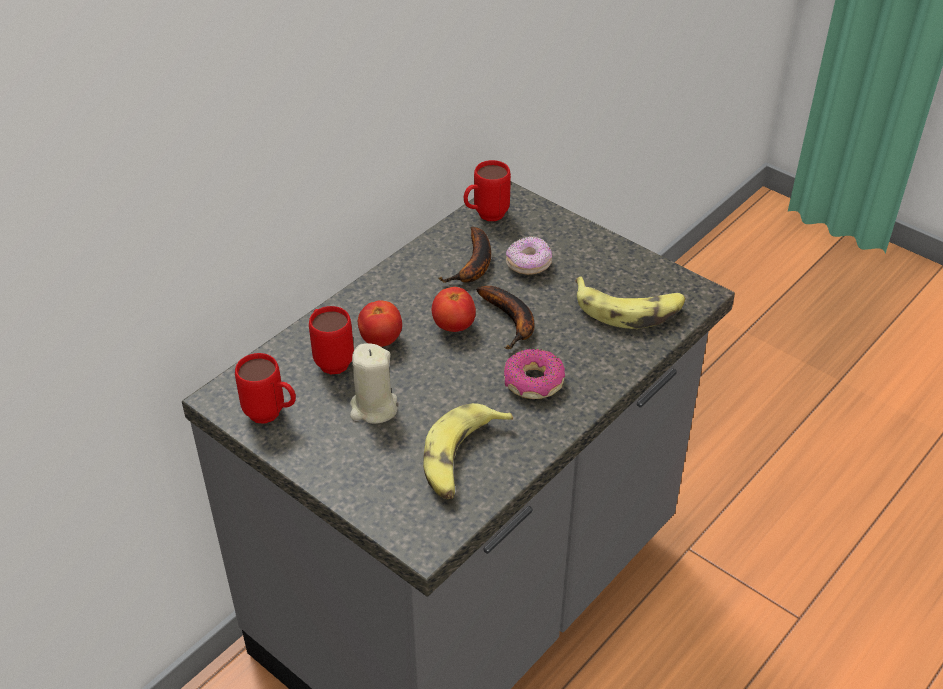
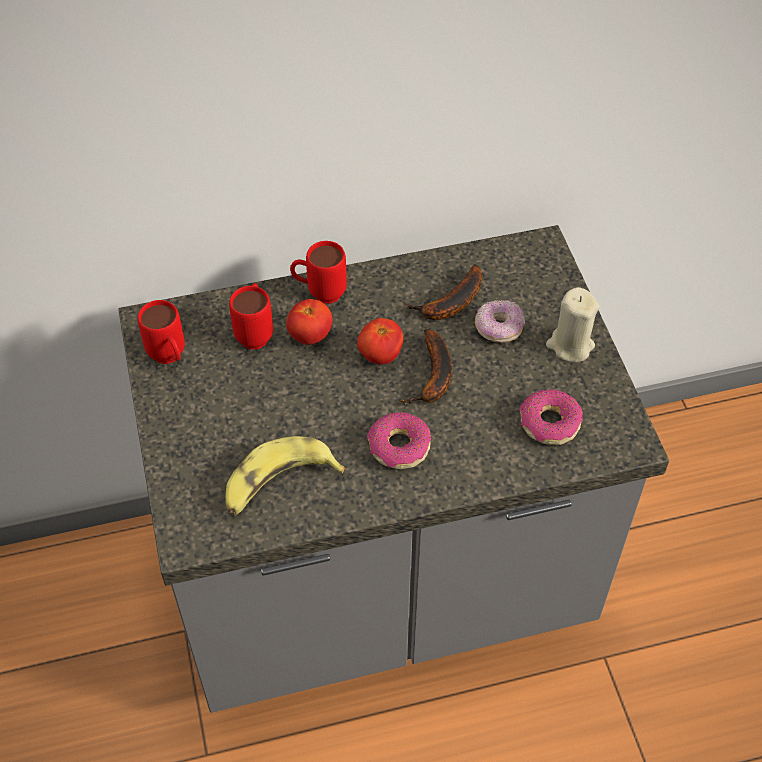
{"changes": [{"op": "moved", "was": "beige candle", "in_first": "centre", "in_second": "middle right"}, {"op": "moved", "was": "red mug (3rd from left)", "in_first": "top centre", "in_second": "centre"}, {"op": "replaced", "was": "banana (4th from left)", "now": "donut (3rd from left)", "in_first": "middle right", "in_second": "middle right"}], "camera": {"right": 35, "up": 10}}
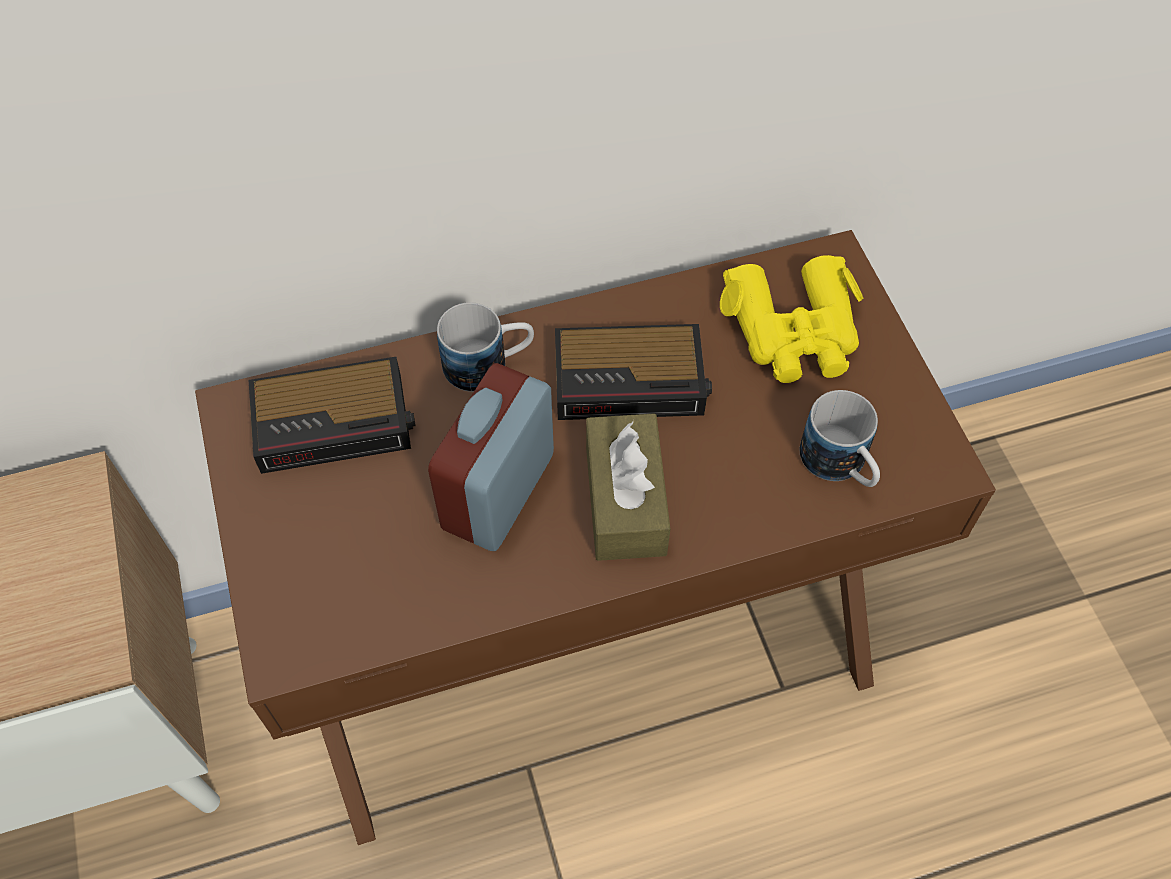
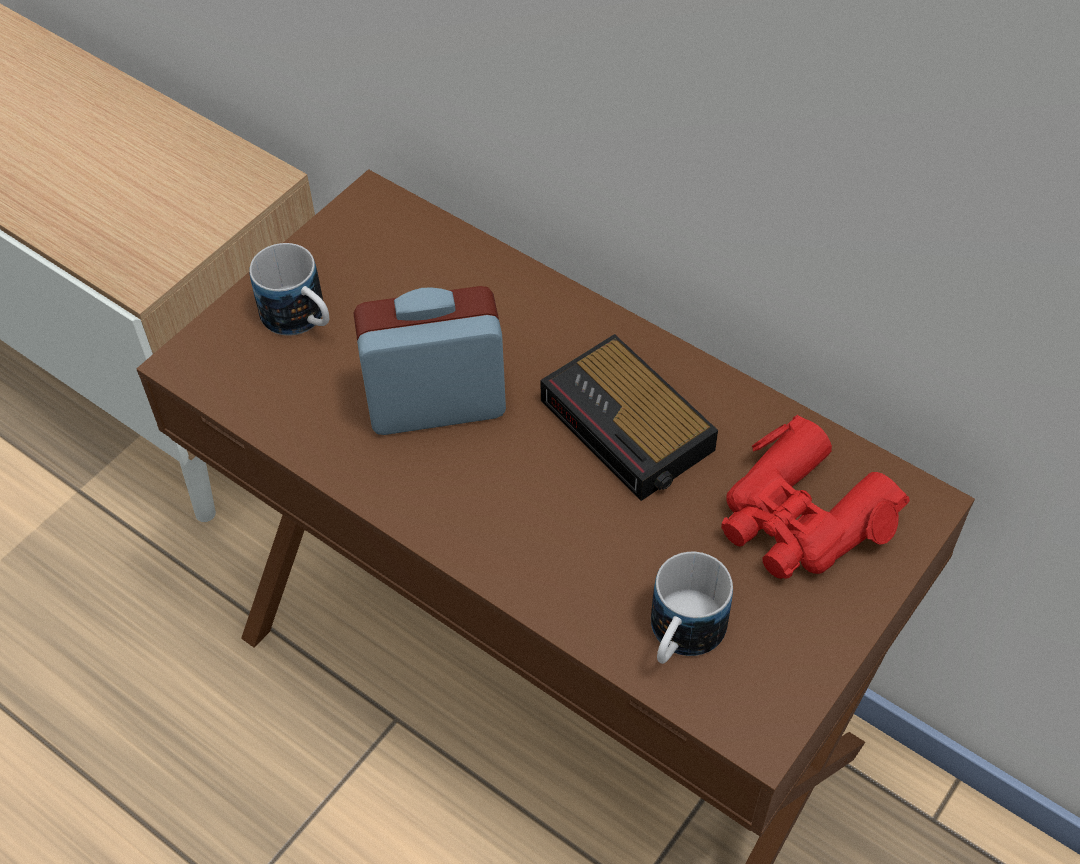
{"changes": [{"op": "removed", "was": "alarm clock (1st from left)", "in_first": "middle left"}, {"op": "moved", "was": "mug (1st from left)", "in_first": "centre", "in_second": "middle left"}, {"op": "removed", "was": "brown tissue box", "in_first": "centre"}, {"op": "recoloured", "was": "yellow binoculars", "now": "red binoculars", "in_first": "middle right", "in_second": "middle right"}], "camera": {"right": 55, "up": -5}}
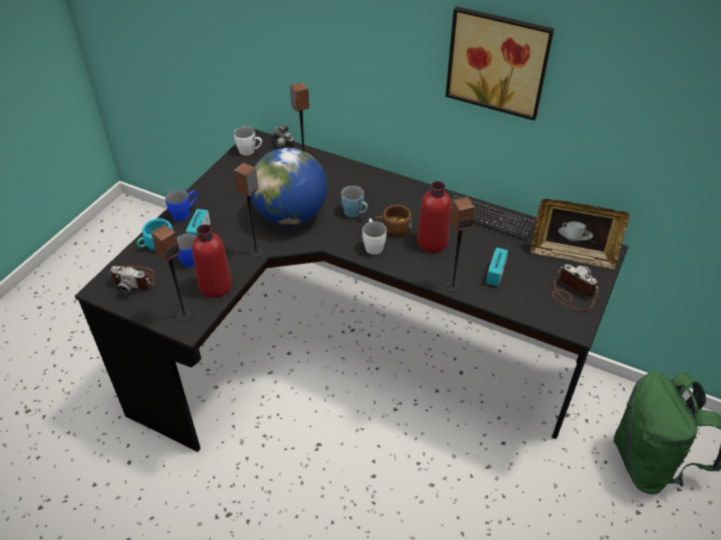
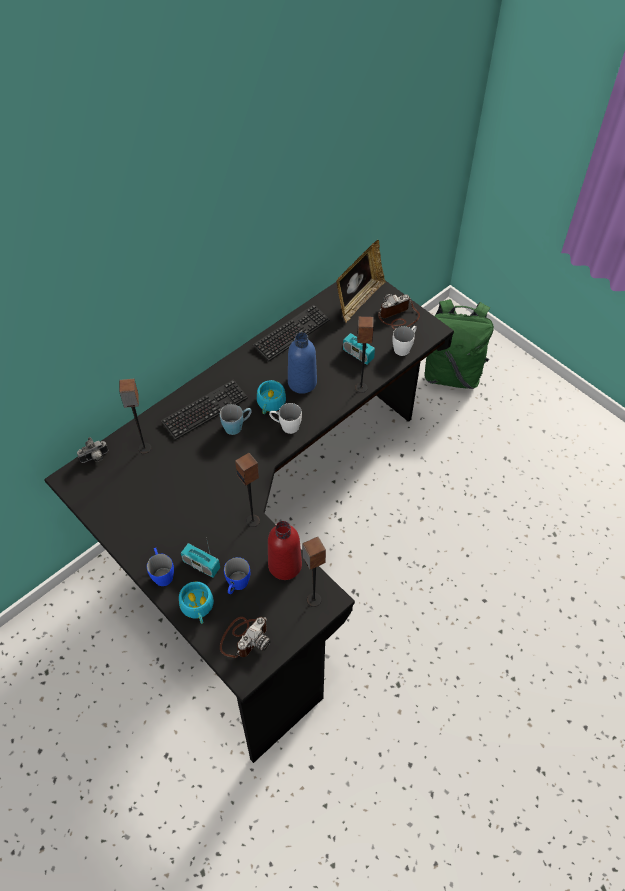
{"changes": [{"op": "moved", "was": "white mug (1st from left in the first image)", "now": "white mug (2nd from left)", "in_first": "top centre", "in_second": "centre"}, {"op": "removed", "was": "globe", "in_first": "centre"}, {"op": "recoloured", "was": "brown cup", "now": "turquoise cup (2nd from left)", "in_first": "centre", "in_second": "centre"}, {"op": "recoloured", "was": "red bottle (2nd from left)", "now": "blue bottle", "in_first": "centre", "in_second": "centre"}, {"op": "removed", "was": "picture", "in_first": "top right"}, {"op": "added", "now": "keyboard (1st from left)", "in_second": "middle left"}], "camera": {"right": -70, "up": 10}}
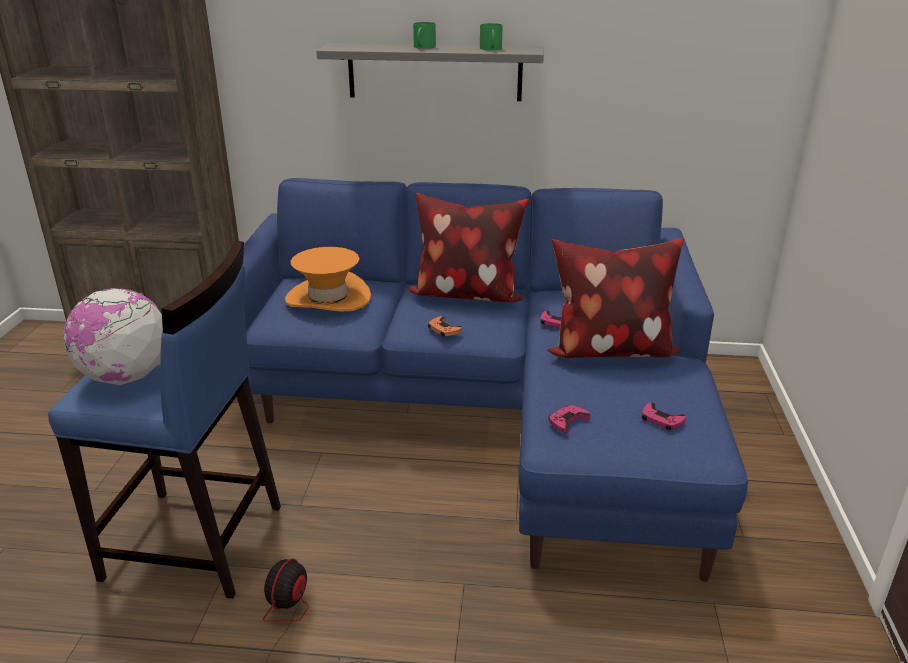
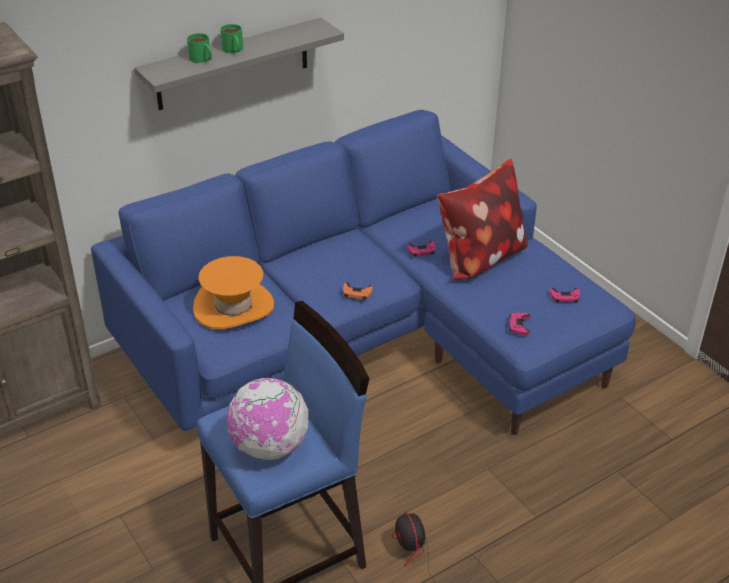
{"changes": [{"op": "removed", "was": "pillow (1st from left)", "in_first": "centre"}, {"op": "moved", "was": "green mug (2nd from left in the first image)", "now": "green mug (1st from left)", "in_first": "top centre", "in_second": "top left"}], "camera": {"right": -40, "up": 10}}
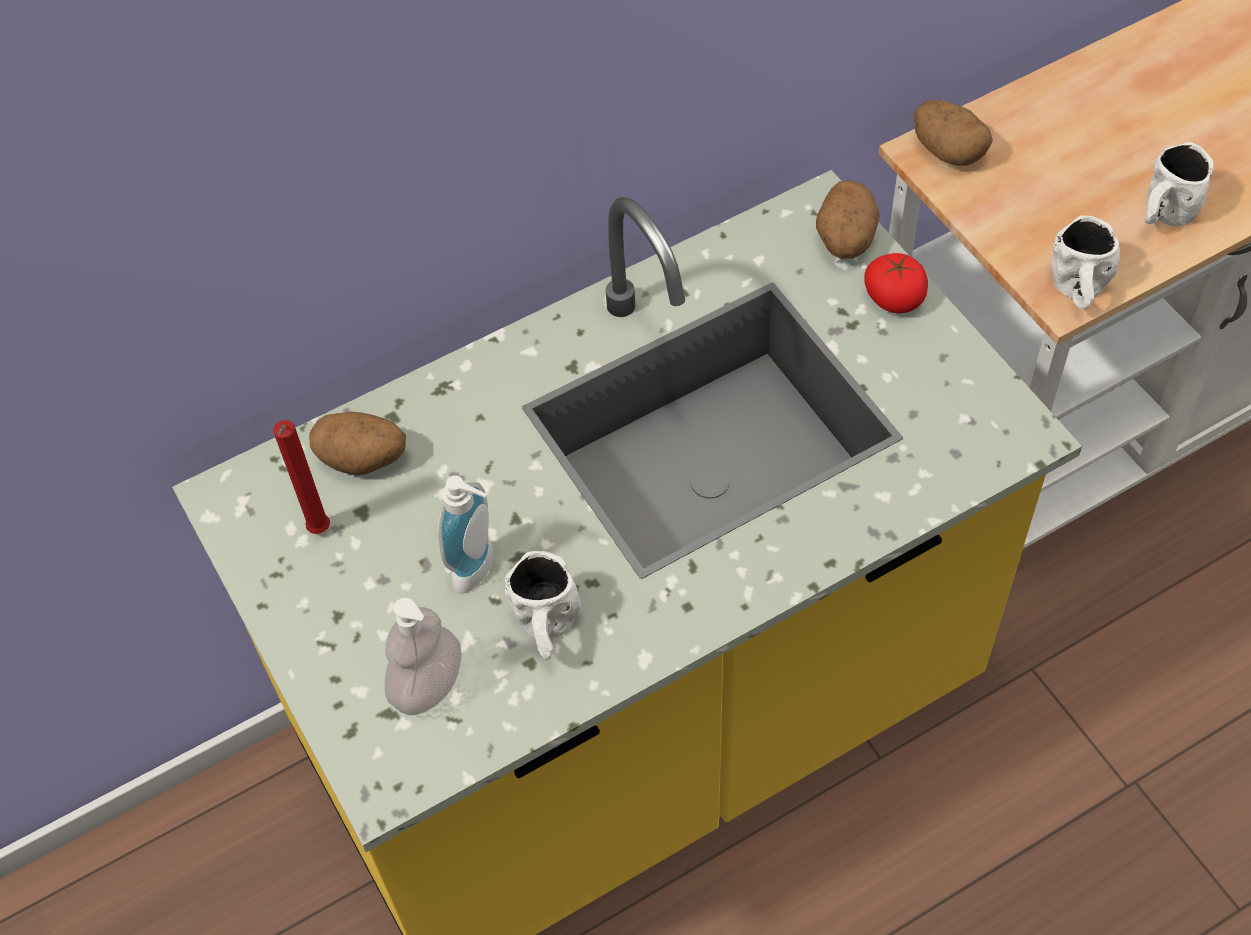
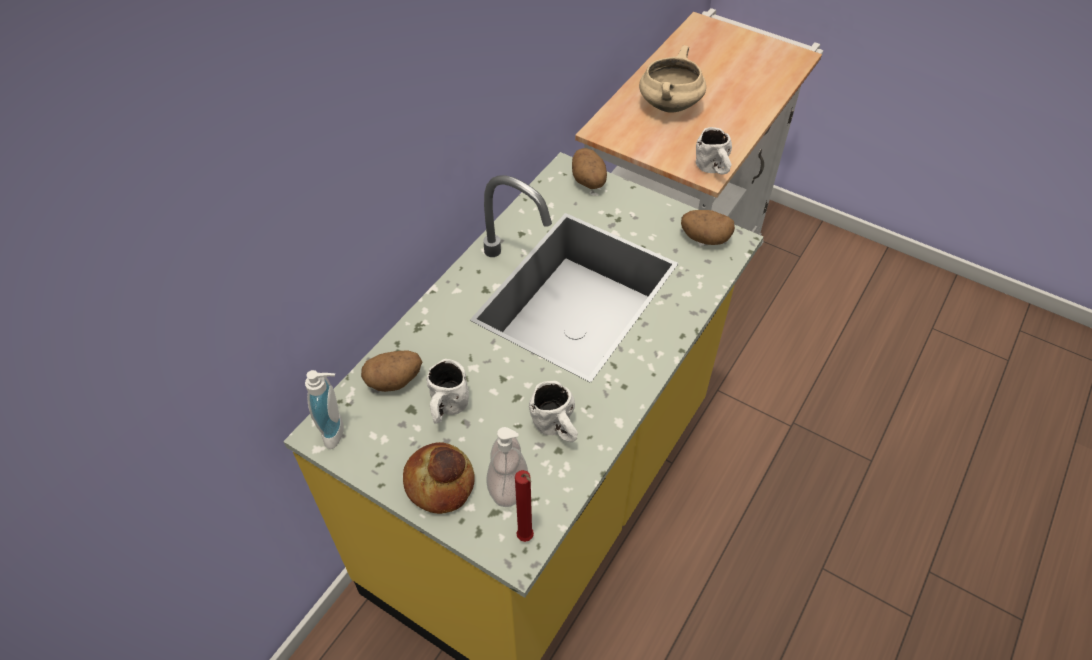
{"changes": [{"op": "moved", "was": "red candle", "in_first": "middle left", "in_second": "bottom centre"}, {"op": "moved", "was": "soap dispenser (2nd from left in the first image)", "now": "soap dispenser (1st from left)", "in_first": "centre", "in_second": "middle left"}, {"op": "removed", "was": "tomato", "in_first": "top right"}, {"op": "moved", "was": "potato (3rd from left)", "in_first": "top right", "in_second": "centre"}, {"op": "moved", "was": "white mug (3rd from left in the first image)", "now": "white mug (1st from left)", "in_first": "top right", "in_second": "centre"}, {"op": "added", "now": "bread", "in_second": "bottom centre"}, {"op": "added", "now": "beige cooking pot", "in_second": "top centre"}], "camera": {"right": -30, "up": -5}}
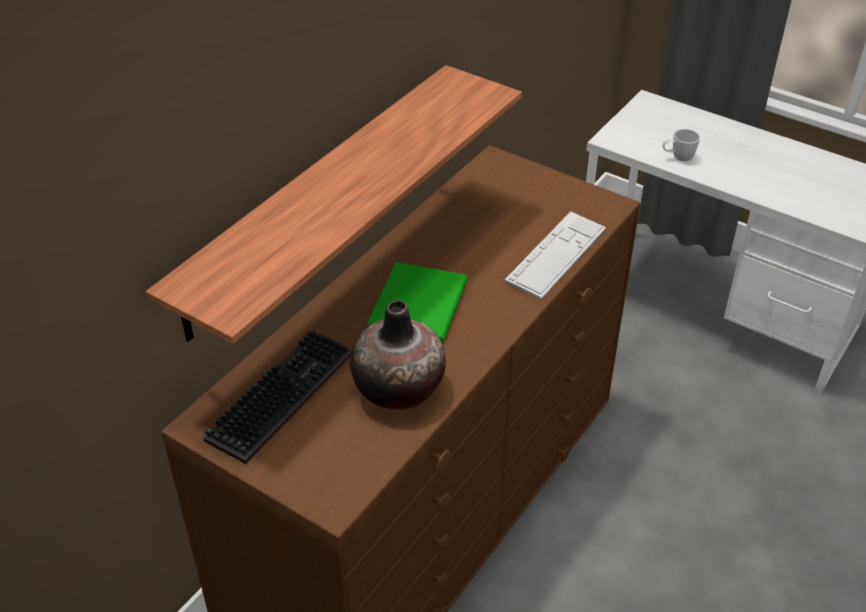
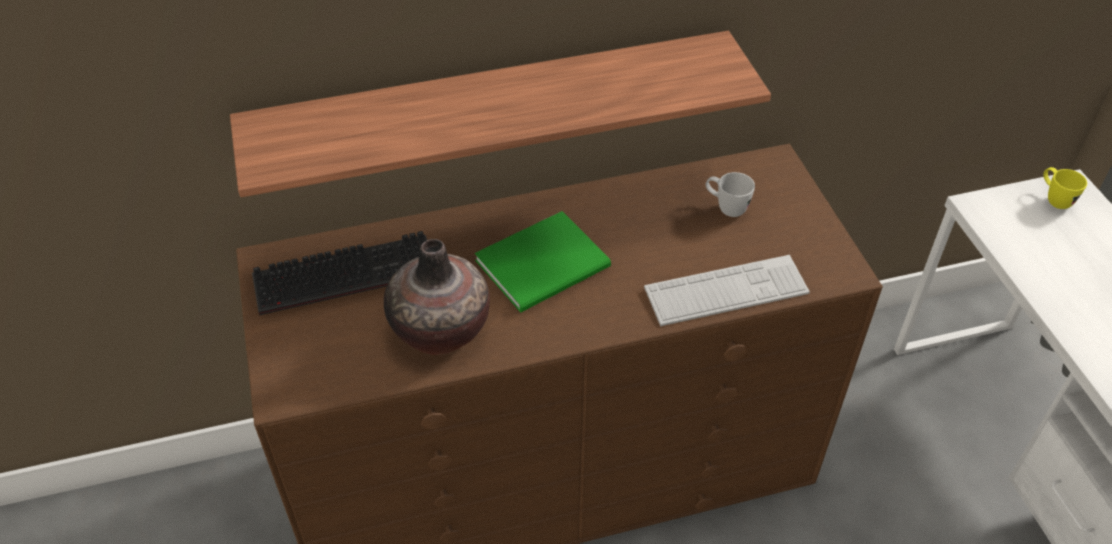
{"changes": [{"op": "moved", "was": "white mug", "in_first": "top right", "in_second": "centre"}, {"op": "added", "now": "yellow mug", "in_second": "middle right"}], "camera": {"right": 40, "up": 5}}
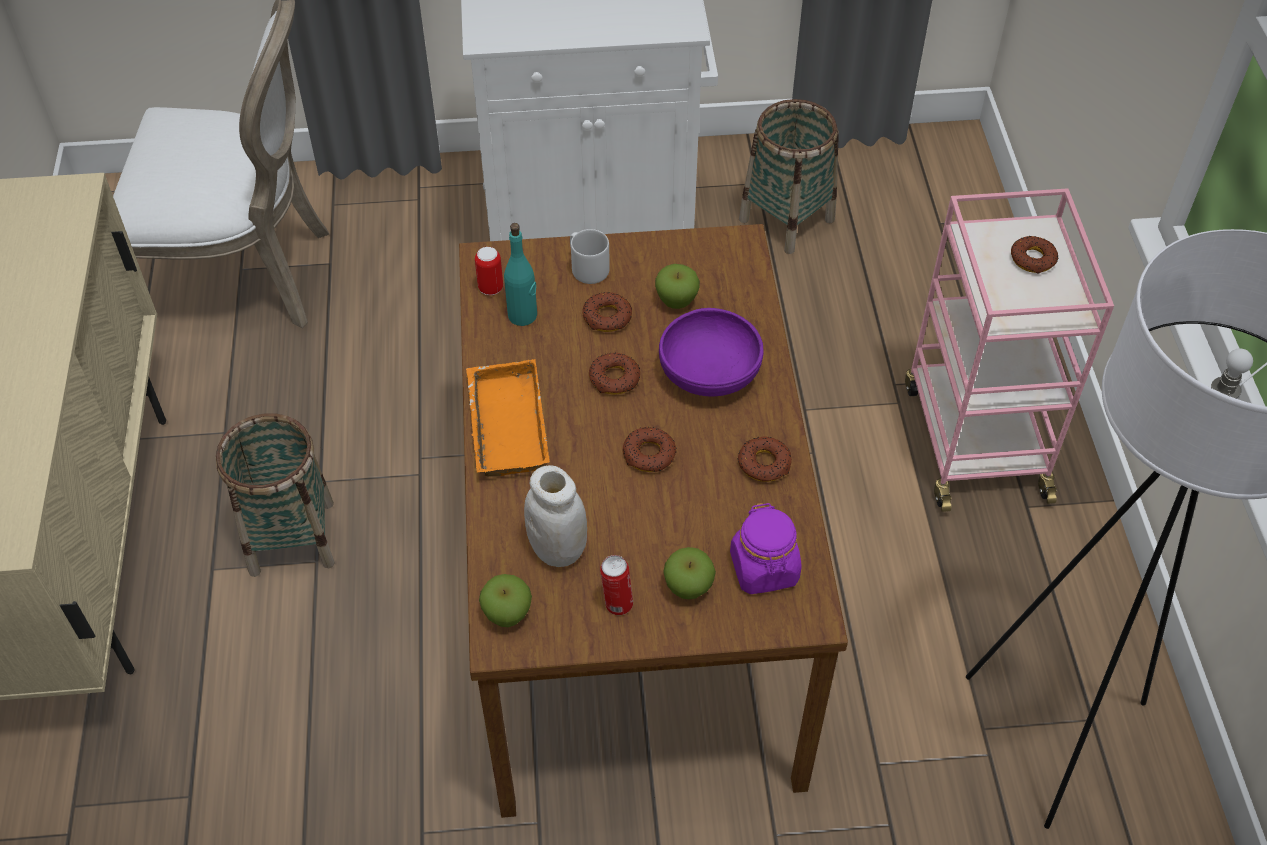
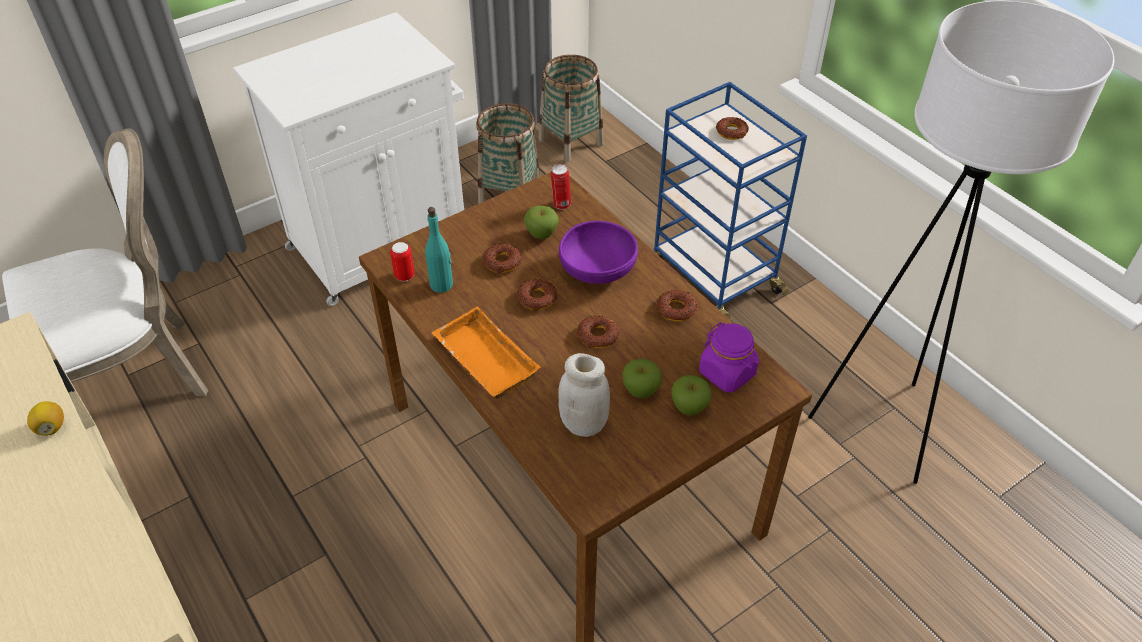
{"changes": [{"op": "moved", "was": "basket (1st from left in the first image)", "now": "basket (2nd from left)", "in_first": "middle left", "in_second": "top centre"}, {"op": "moved", "was": "apple (1st from left in the first image)", "now": "apple (2nd from left)", "in_first": "bottom centre", "in_second": "centre"}, {"op": "removed", "was": "grey mug", "in_first": "top centre"}, {"op": "moved", "was": "can (2nd from left)", "in_first": "bottom centre", "in_second": "top centre"}, {"op": "recoloured", "was": "pink cart", "now": "blue cart", "in_first": "middle right", "in_second": "top centre"}, {"op": "added", "now": "lemon", "in_second": "middle left"}], "camera": {"right": -30, "up": -5}}
